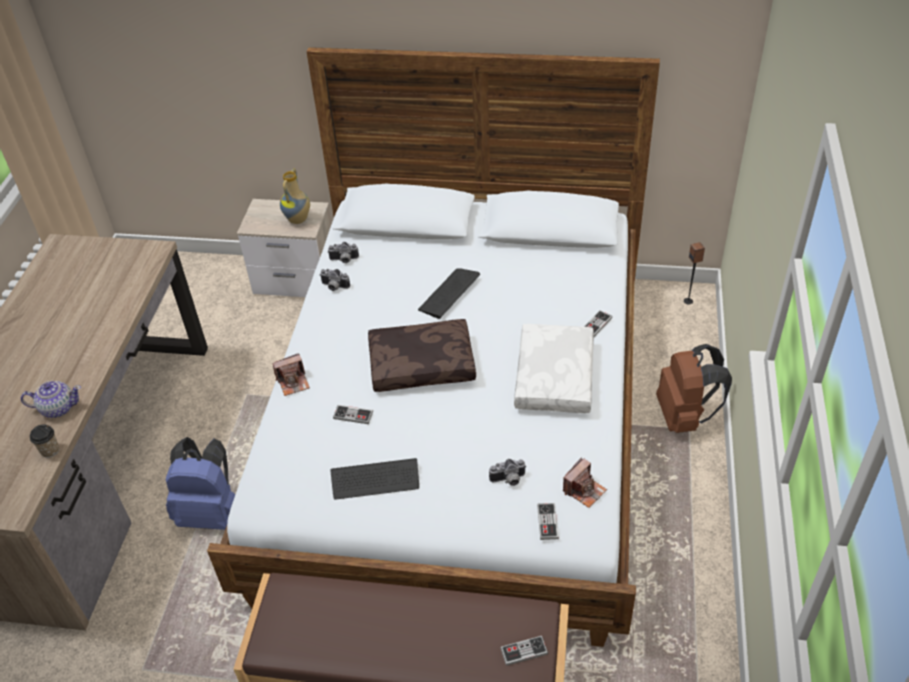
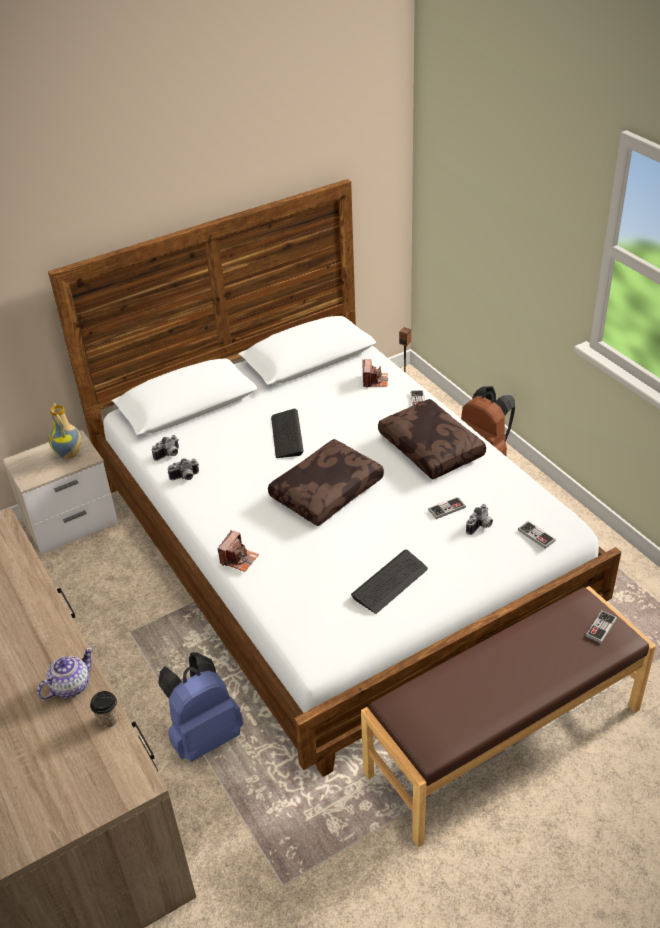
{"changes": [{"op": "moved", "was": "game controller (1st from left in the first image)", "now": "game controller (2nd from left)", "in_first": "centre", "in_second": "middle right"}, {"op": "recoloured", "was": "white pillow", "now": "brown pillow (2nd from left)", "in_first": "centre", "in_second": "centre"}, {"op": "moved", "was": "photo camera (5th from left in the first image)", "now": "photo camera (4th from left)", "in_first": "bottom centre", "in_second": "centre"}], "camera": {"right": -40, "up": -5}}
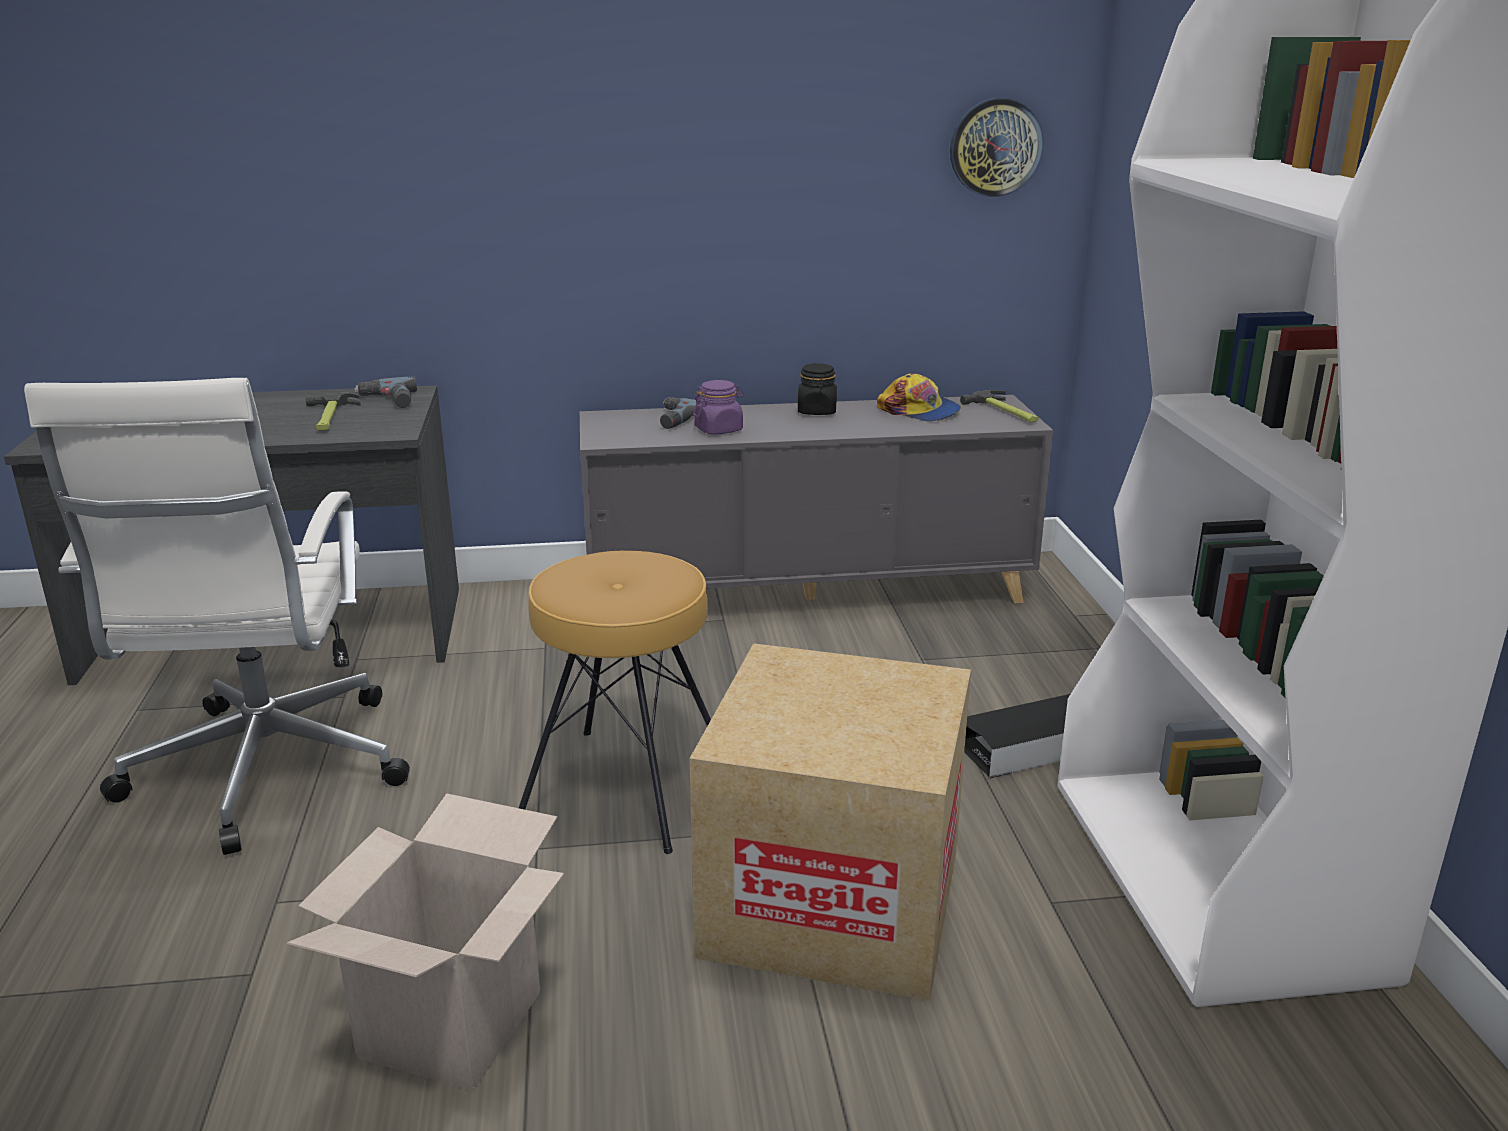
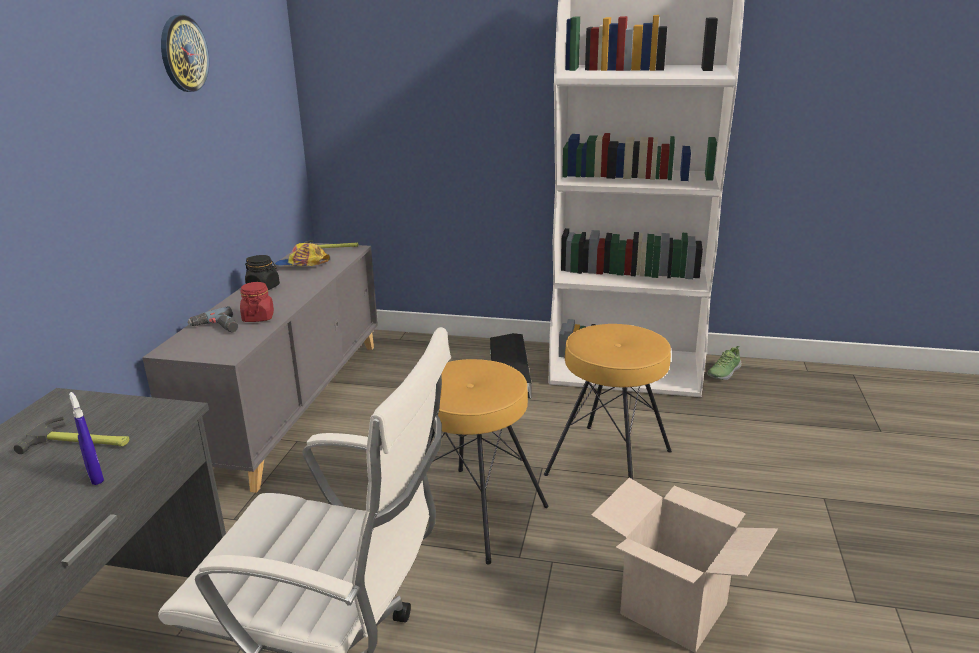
{"changes": [{"op": "removed", "was": "power drill (1st from left)", "in_first": "middle left"}, {"op": "replaced", "was": "cardboard box (2nd from left)", "now": "brown stool (2nd from left)", "in_first": "bottom centre", "in_second": "centre"}, {"op": "recoloured", "was": "purple jar", "now": "red jar", "in_first": "centre", "in_second": "middle left"}, {"op": "turned", "was": "cap", "in_first": "centre", "in_second": "middle left", "clockwise": -150}, {"op": "moved", "was": "wall clock", "in_first": "top centre", "in_second": "top left"}, {"op": "added", "now": "blue spray bottle", "in_second": "bottom left"}, {"op": "added", "now": "shoe", "in_second": "middle right"}], "camera": {"right": -70, "up": 0}}
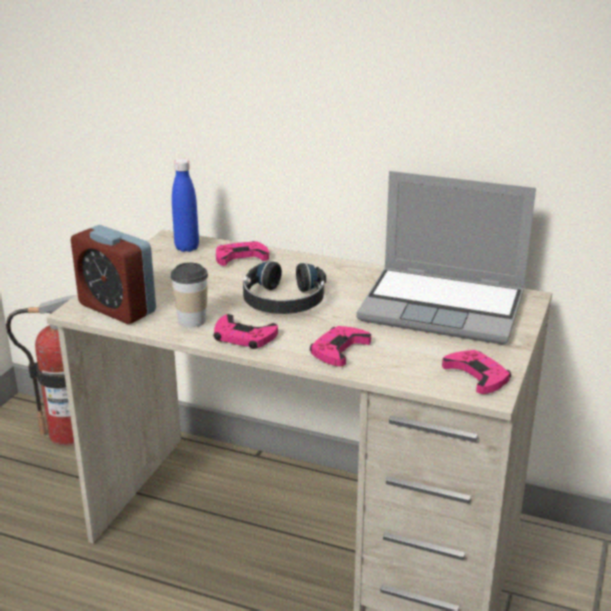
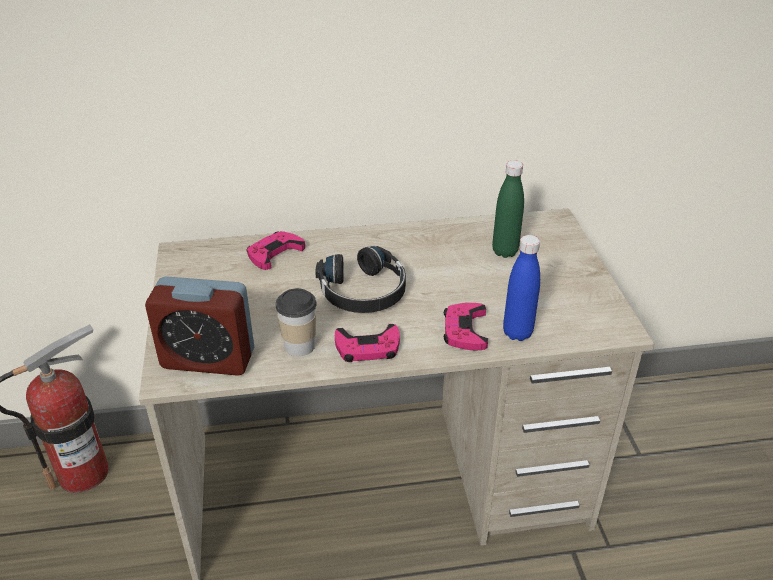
{"changes": [{"op": "moved", "was": "blue bottle", "in_first": "middle left", "in_second": "middle right"}, {"op": "replaced", "was": "laptop", "now": "green bottle", "in_first": "middle right", "in_second": "centre"}, {"op": "removed", "was": "pink game controller (4th from left)", "in_first": "middle right"}], "camera": {"right": -30, "up": 10}}
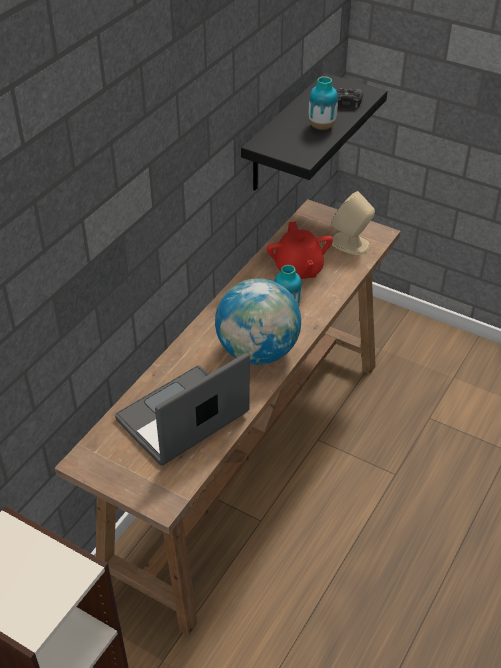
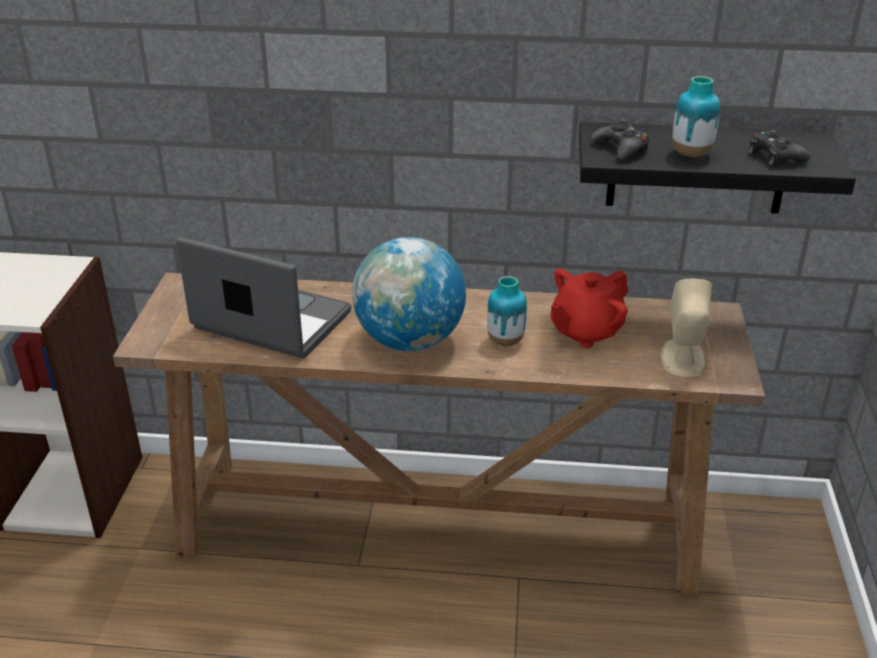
{"changes": [{"op": "added", "now": "black game controller (1st from left)", "in_second": "top right"}], "camera": {"right": 65, "up": -10}}
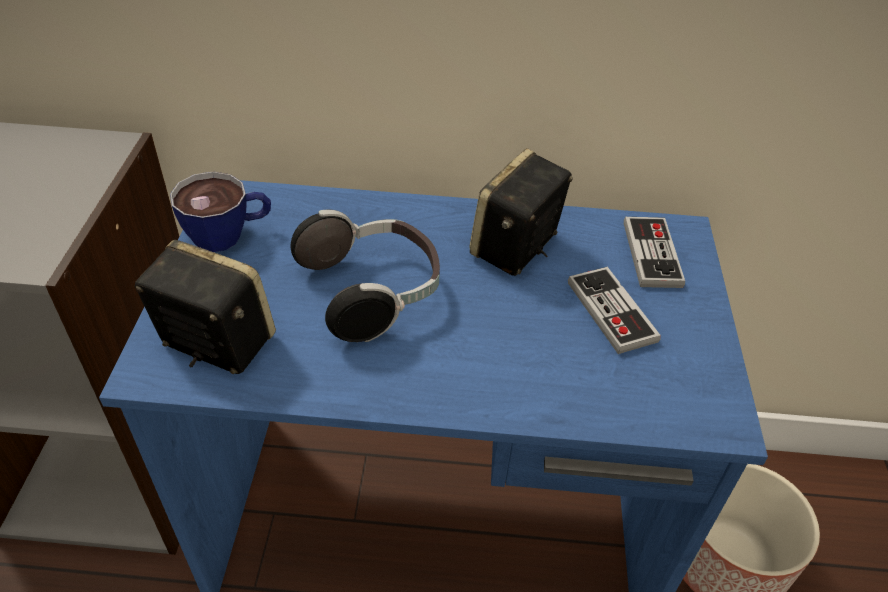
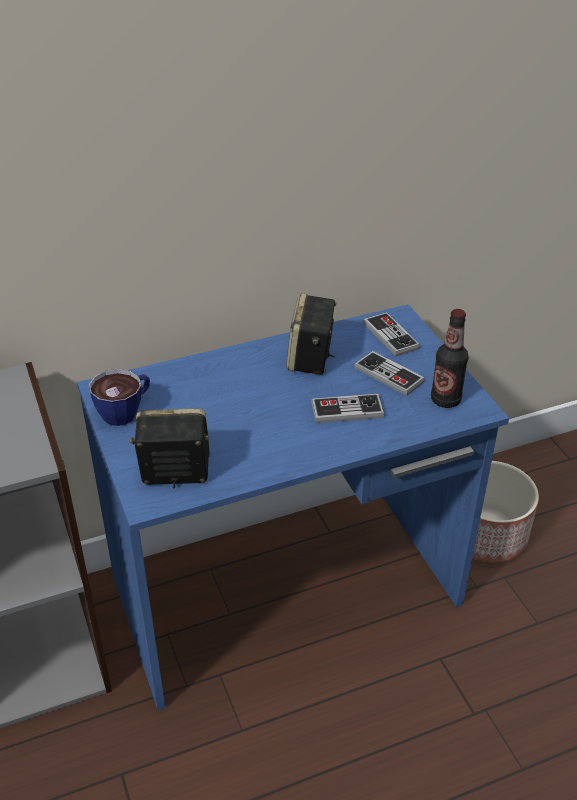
{"changes": [{"op": "removed", "was": "headphones", "in_first": "centre"}, {"op": "added", "now": "game controller (1st from left)", "in_second": "centre"}, {"op": "added", "now": "bottle", "in_second": "middle right"}], "camera": {"right": -25, "up": -5}}
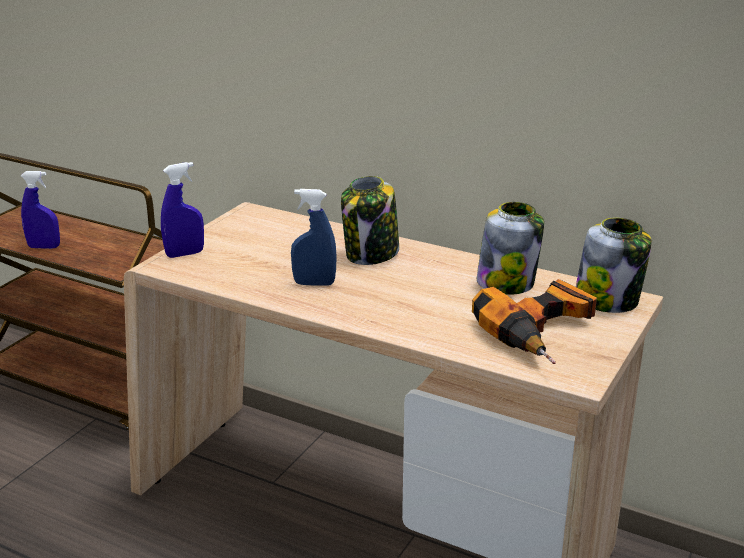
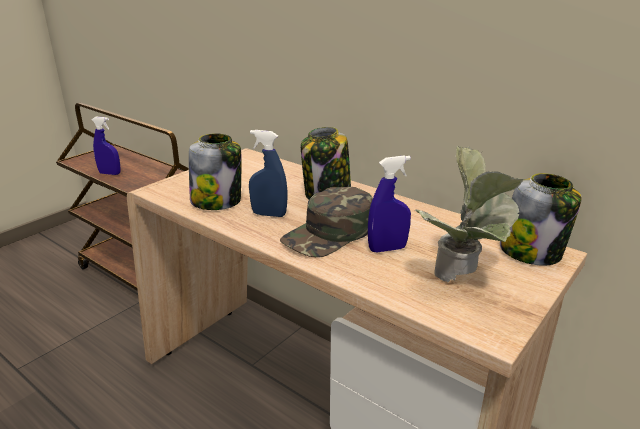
{"changes": [{"op": "moved", "was": "blue spray bottle (2nd from left in the first image)", "now": "blue spray bottle (3rd from left)", "in_first": "middle left", "in_second": "centre"}, {"op": "replaced", "was": "power drill", "now": "potted plant", "in_first": "middle right", "in_second": "middle right"}, {"op": "moved", "was": "jar (2nd from left in the first image)", "now": "jar (1st from left)", "in_first": "middle right", "in_second": "centre"}, {"op": "added", "now": "green cap", "in_second": "centre"}], "camera": {"right": 10, "up": 0}}
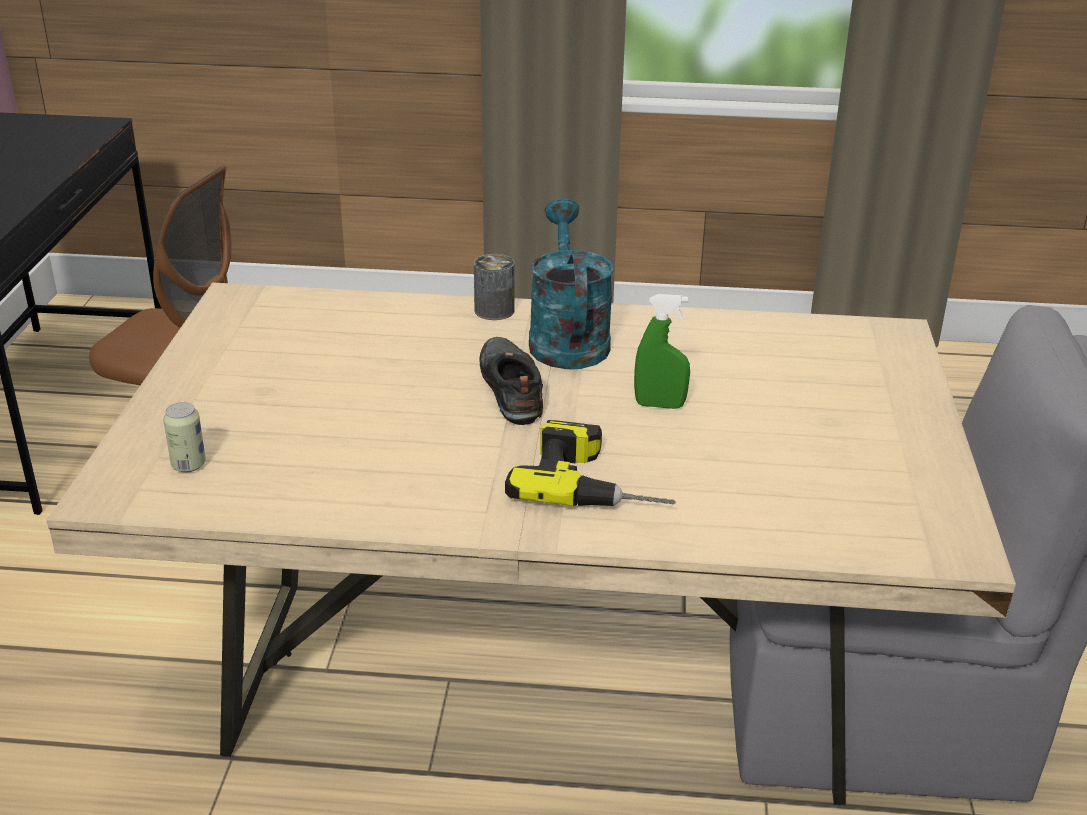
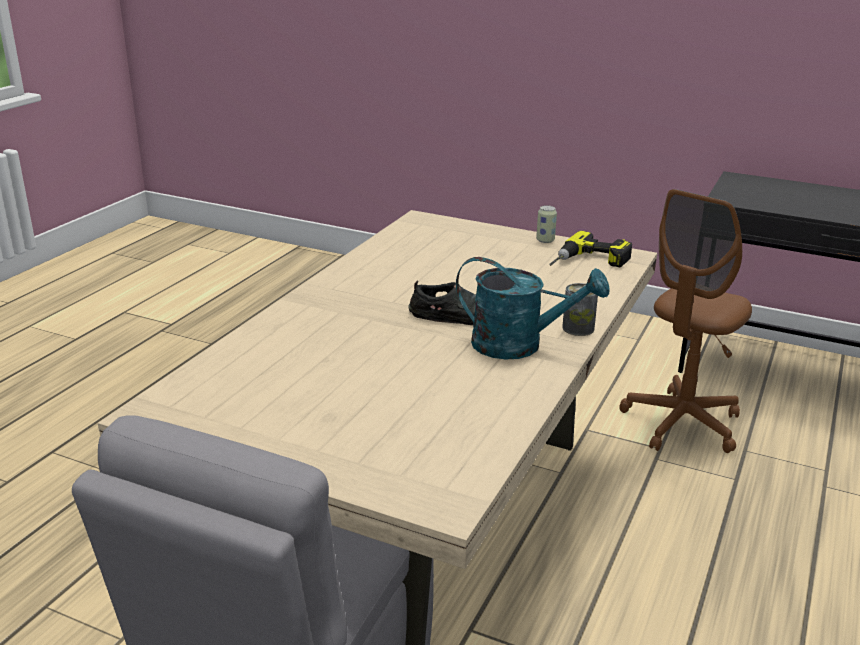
{"changes": [{"op": "moved", "was": "can (1st from left)", "in_first": "middle left", "in_second": "centre"}, {"op": "moved", "was": "power drill", "in_first": "centre", "in_second": "middle right"}, {"op": "removed", "was": "green spray bottle", "in_first": "centre"}], "camera": {"right": 110, "up": -5}}
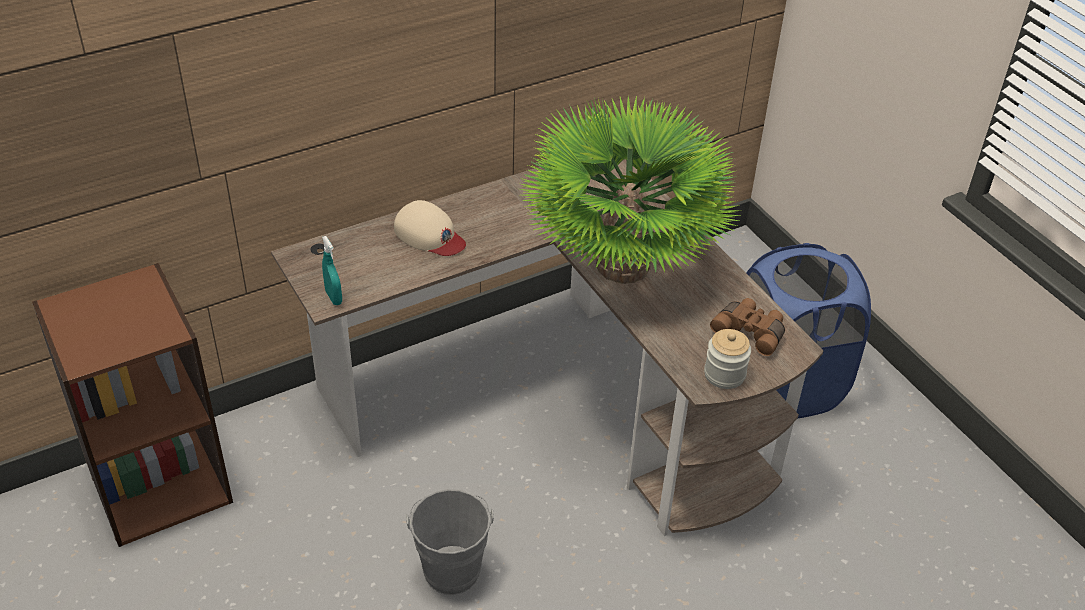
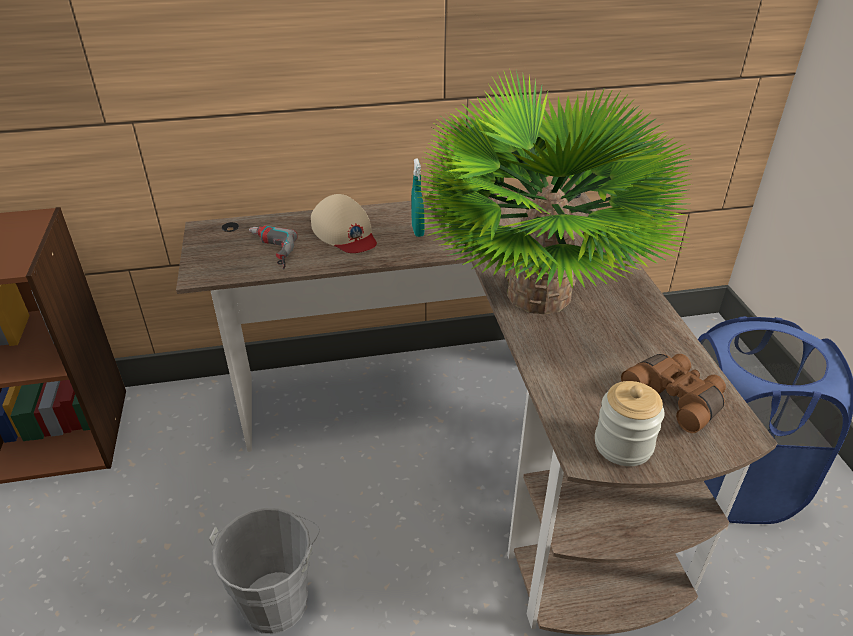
{"changes": [{"op": "moved", "was": "turquoise spray bottle", "in_first": "middle left", "in_second": "top centre"}, {"op": "added", "now": "power drill", "in_second": "middle left"}], "camera": {"right": 20, "up": -5}}
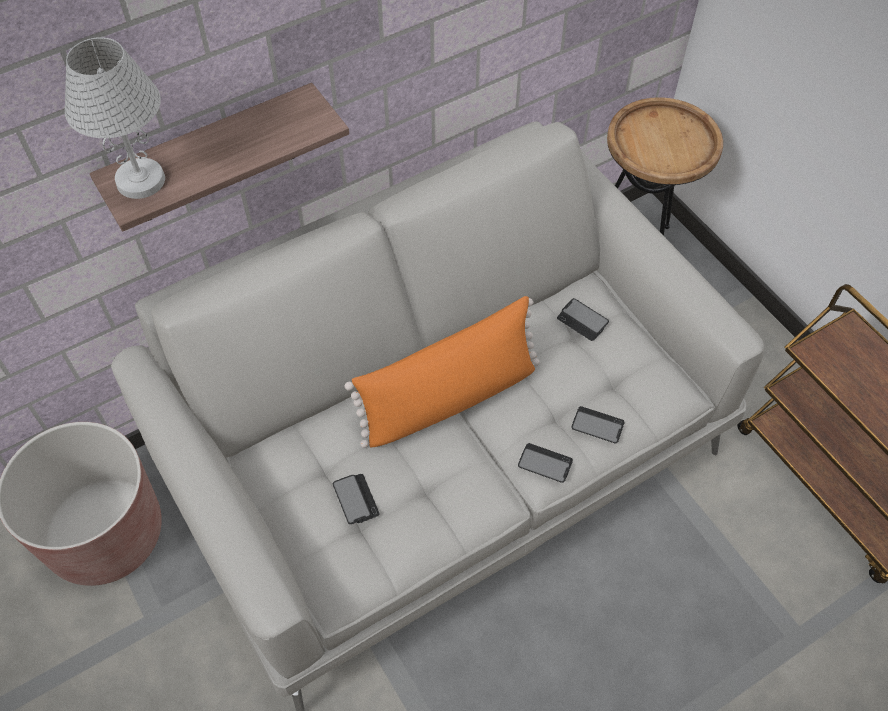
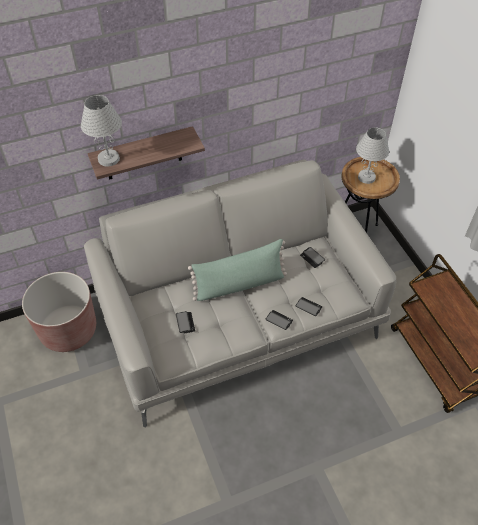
{"changes": [{"op": "recoloured", "was": "orange pillow", "now": "green pillow", "in_first": "centre", "in_second": "centre"}, {"op": "added", "now": "white table lamp (2nd from left)", "in_second": "top right"}], "camera": {"right": 10, "up": -5}}
